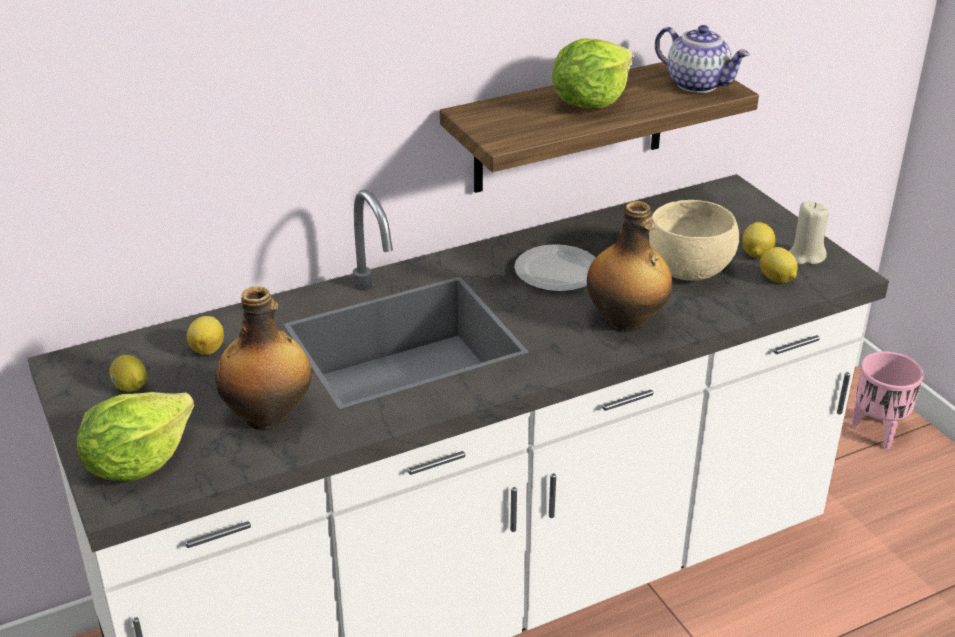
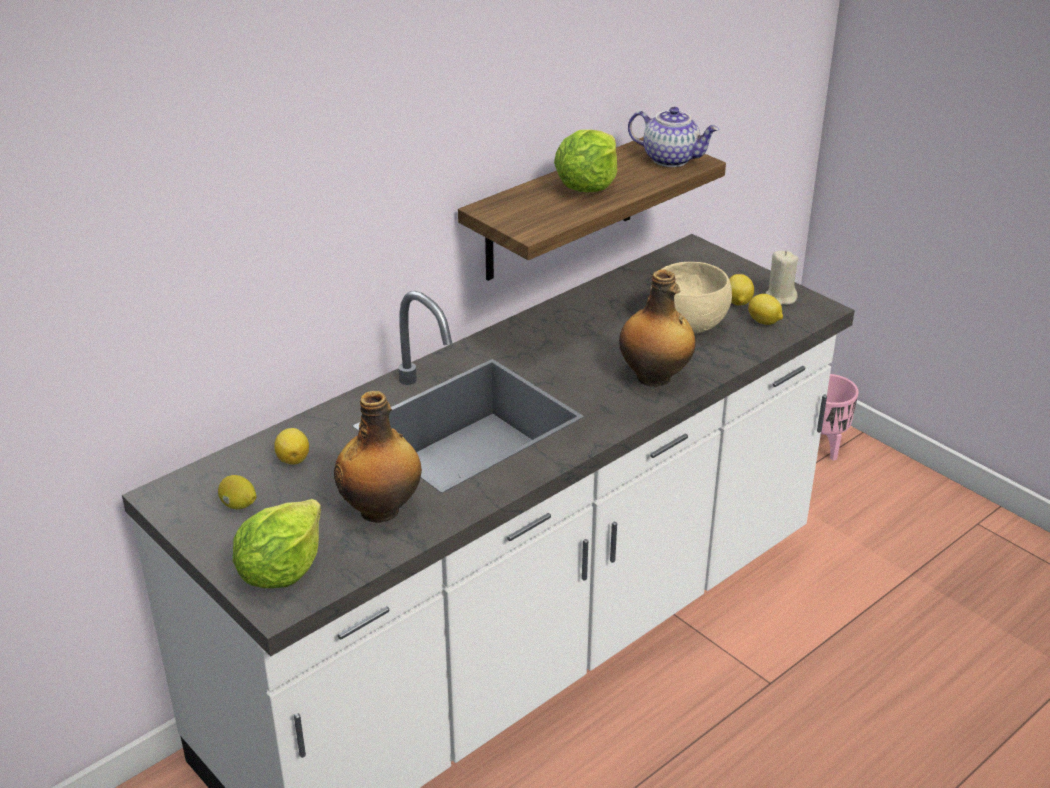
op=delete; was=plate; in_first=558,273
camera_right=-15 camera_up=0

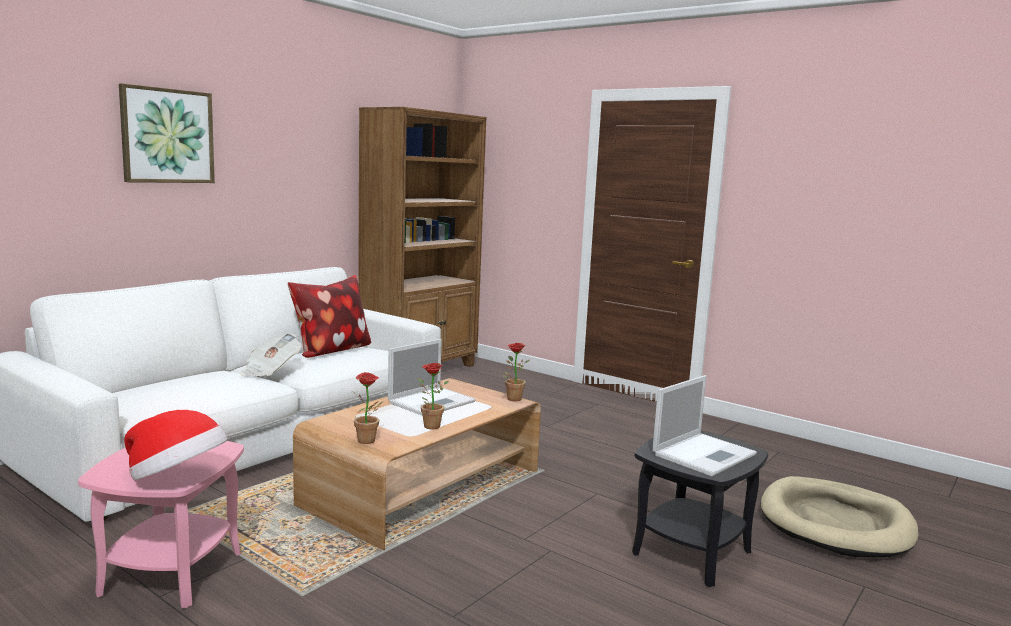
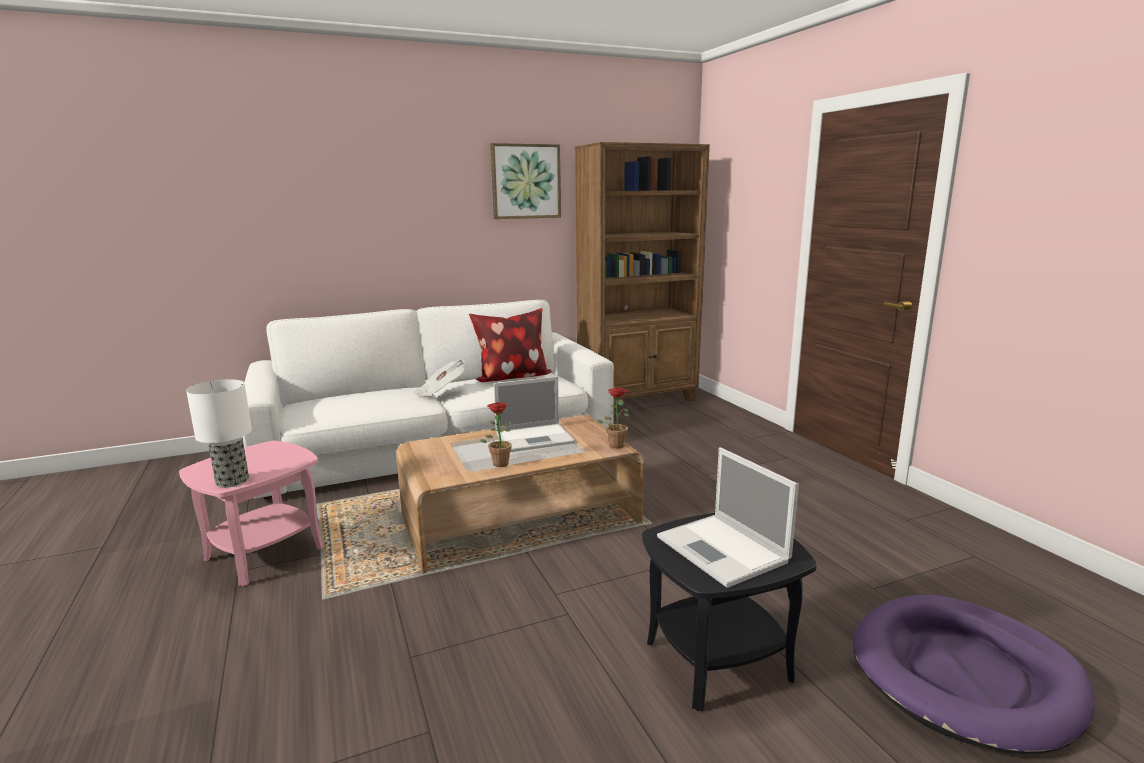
op=delete; was=potted plant; in_first=368,442
op=move; was=picture; in_first=167,136; in_second=526,181
op=replace; was=hat; now=table lamp; in_first=177,478; in_second=233,481
op=recolor; was=dog bed (beige); now=dog bed (purple); in_first=835,523; in_second=965,675
op=rotate; was=laptop; in_first=704,454; in_second=724,550; clockwise=75
camera_right=30 camera_up=5

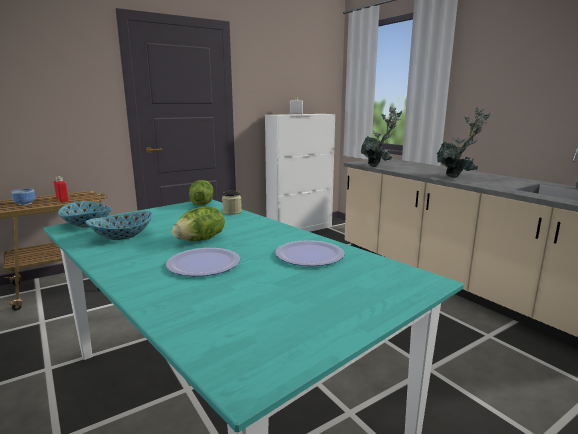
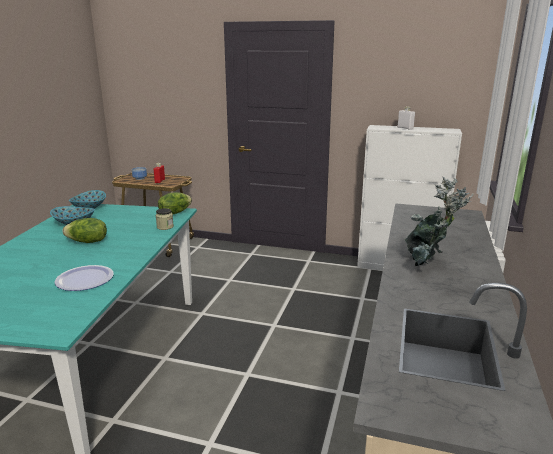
op=delete; was=plate; in_first=203,263
op=delete; was=potted plant; in_first=378,166
camera_right=50 camera_up=5

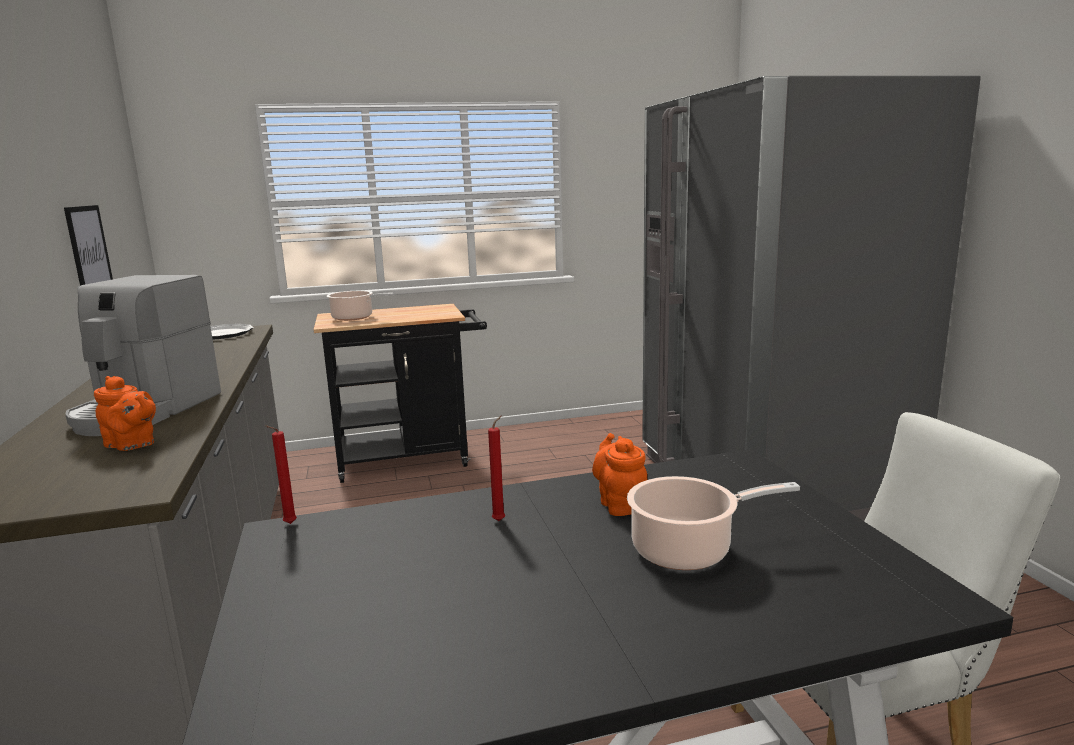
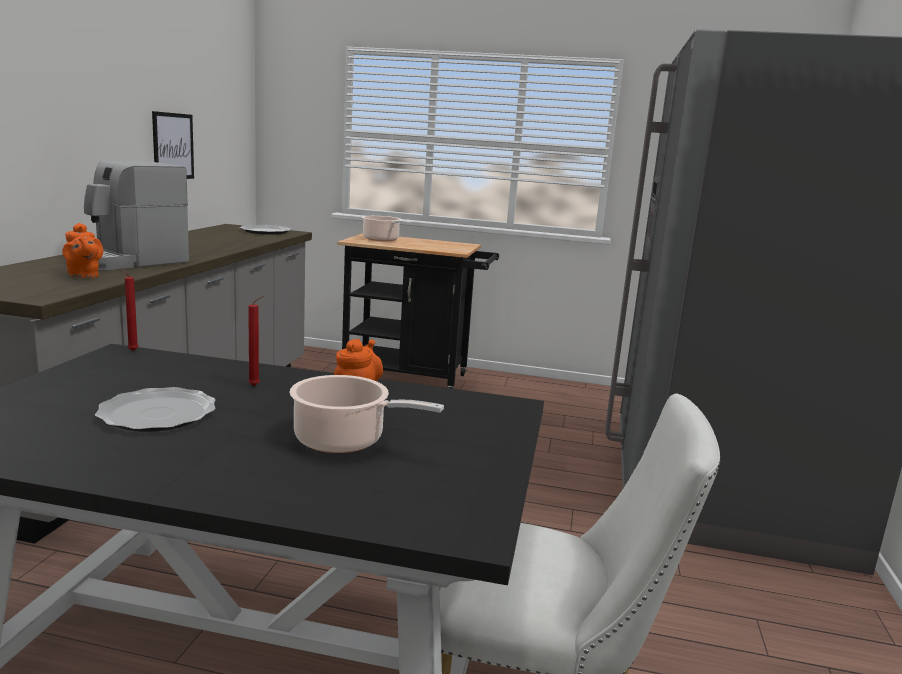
op=insert; now=plate; in_second=157,414
camera_right=25 camera_up=0

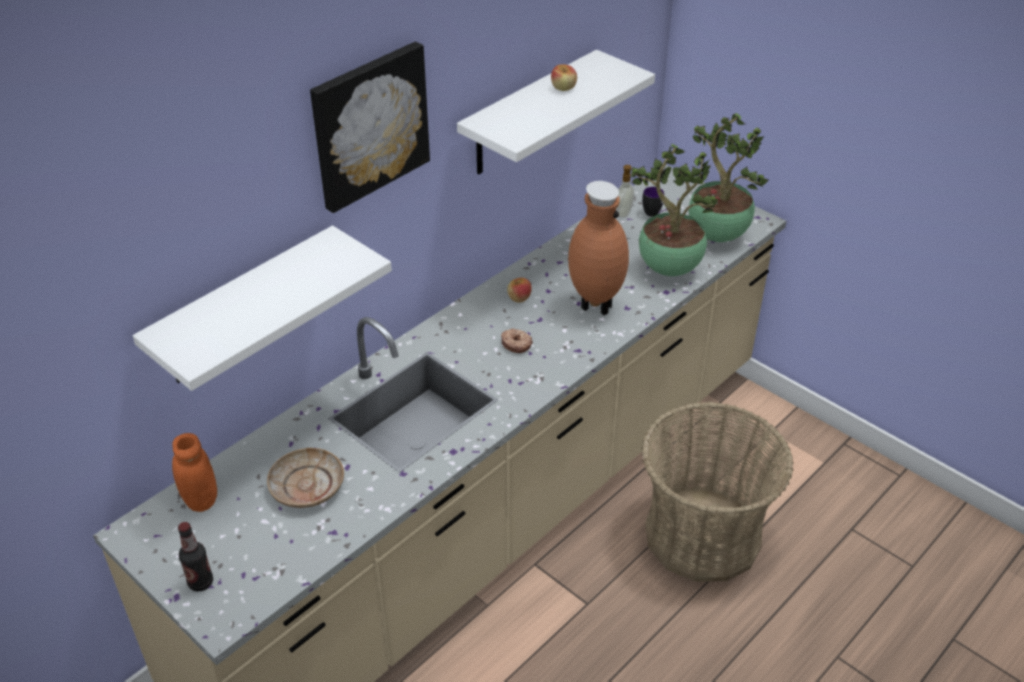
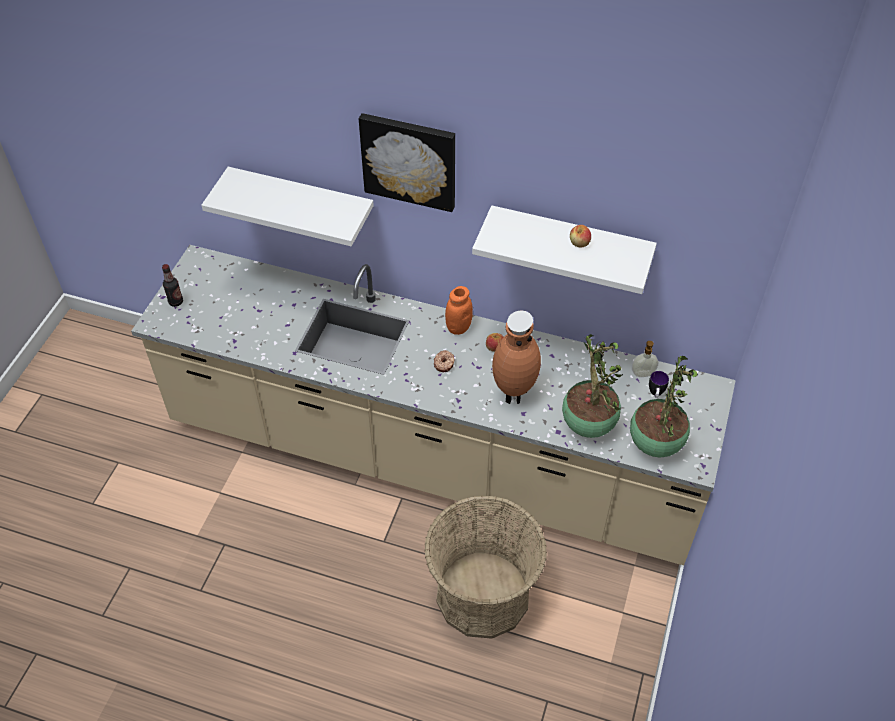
op=delete; was=plate (beige); in_first=307,486
op=move; was=jar (orange); in_first=201,500; in_second=458,327
camera_right=65 camera_up=10

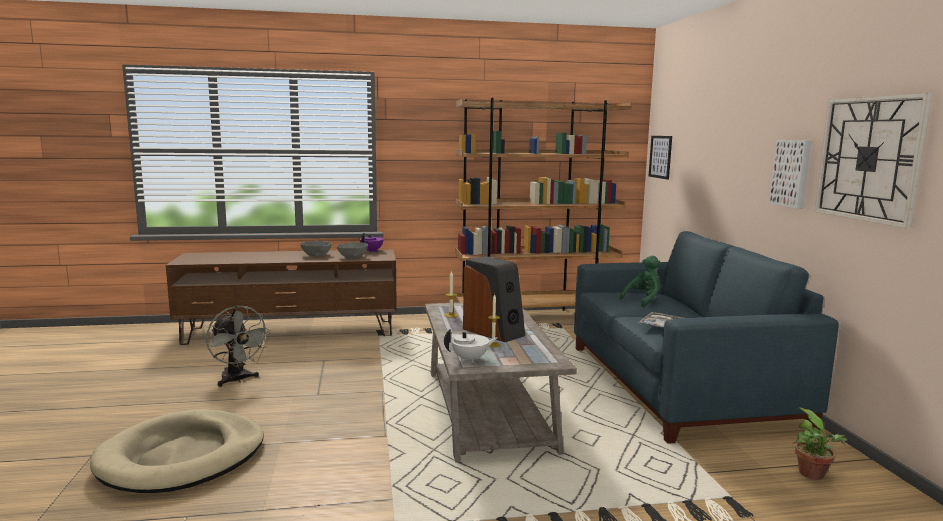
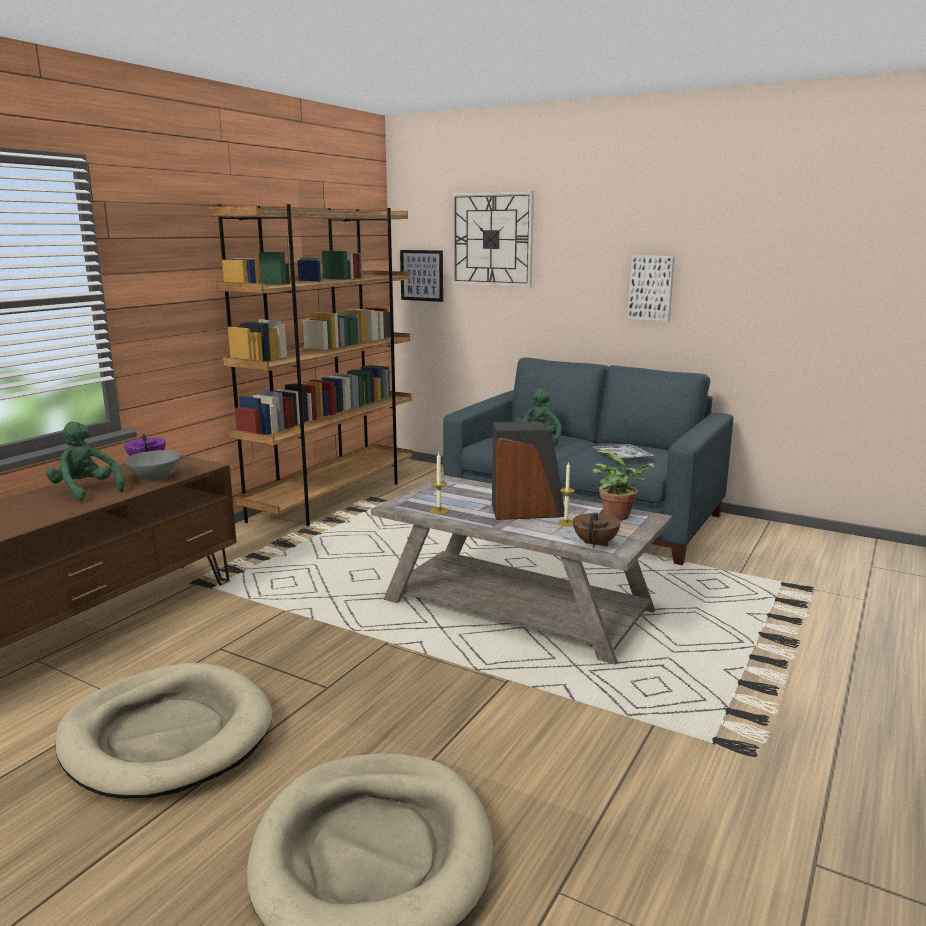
op=move; was=potted plant; in_first=814,475; in_second=620,517
op=move; was=wall clock; in_first=869,159; in_second=492,239
op=replace; was=fan (grey); now=dog bed (beige); in_first=237,380; in_second=167,736
op=replace; was=bowl (grey); now=plush toy (green); in_first=316,255; in_second=86,491
op=recolor; was=teapot (white); now=teapot (brown); in_first=470,359; in_second=595,543
camera_right=-50 camera_up=5

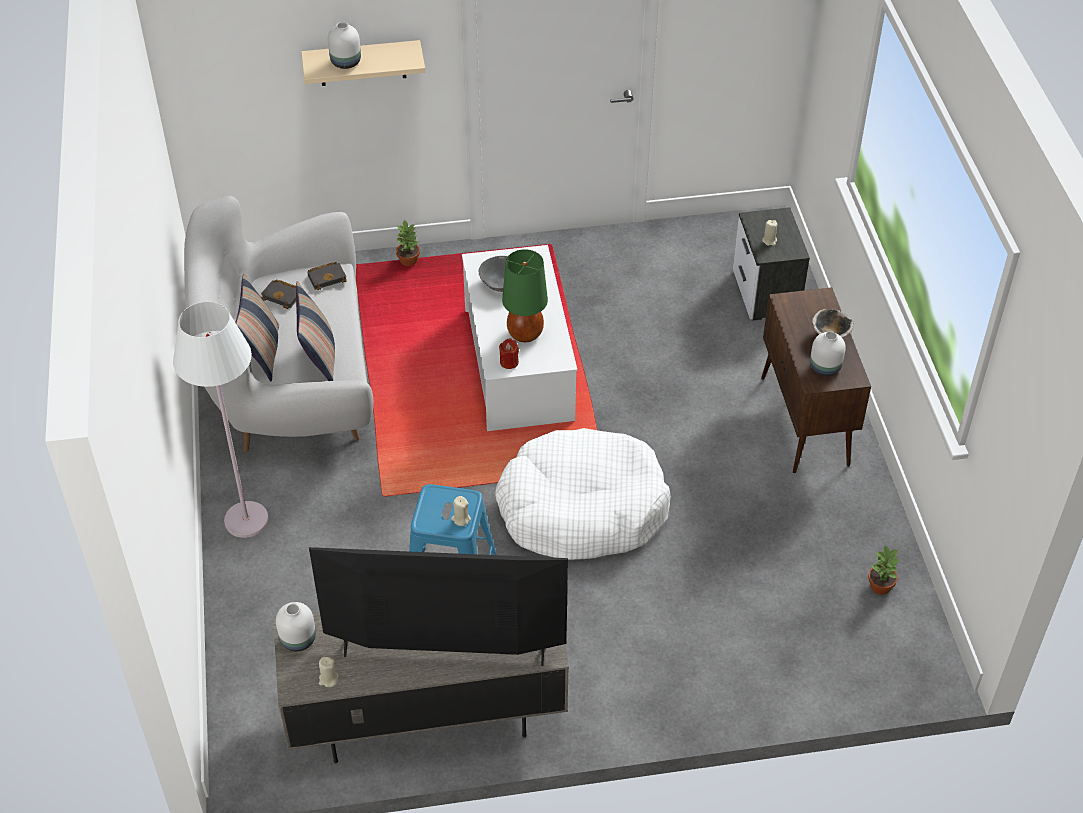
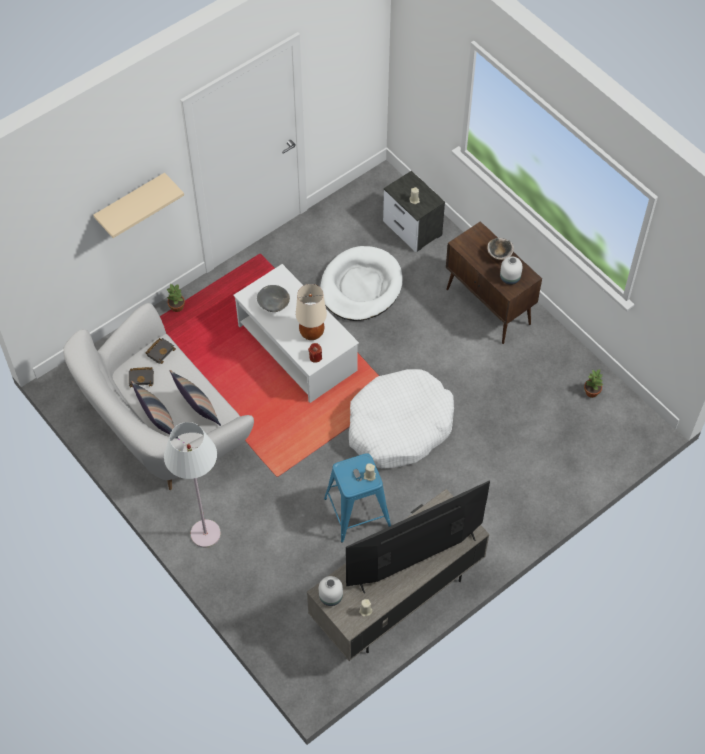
op=delete; was=vase (white); in_first=345,63
op=insert; now=dog bed (white); in_second=361,286
op=recolor; was=table lamp (green); now=table lamp (beige); in_first=525,333; in_second=311,333
camera_right=-30 camera_up=10

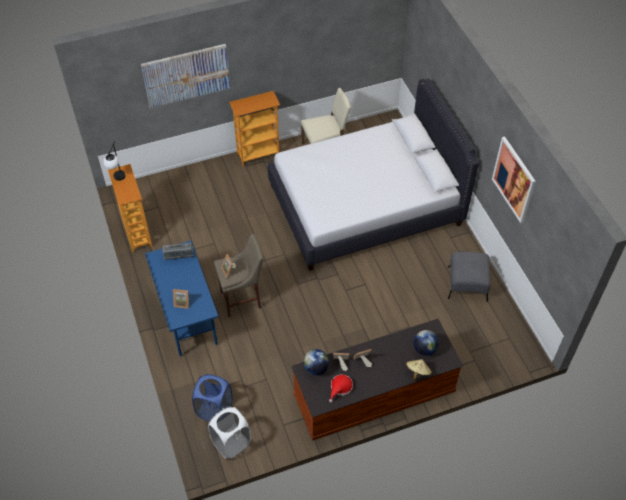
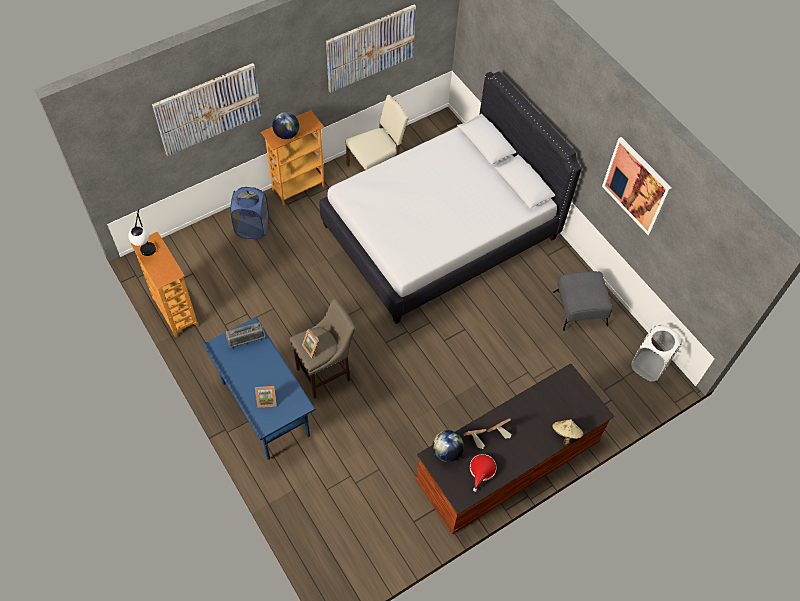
op=insert; now=picture; in_second=370,48
op=move; was=laundry basket (blue); in_first=214,410; in_second=252,228
op=move; was=laundry basket (white); in_first=231,443; in_second=649,365
op=move; was=globe; in_first=424,349; in_second=286,134
camera_right=-15 camera_up=5

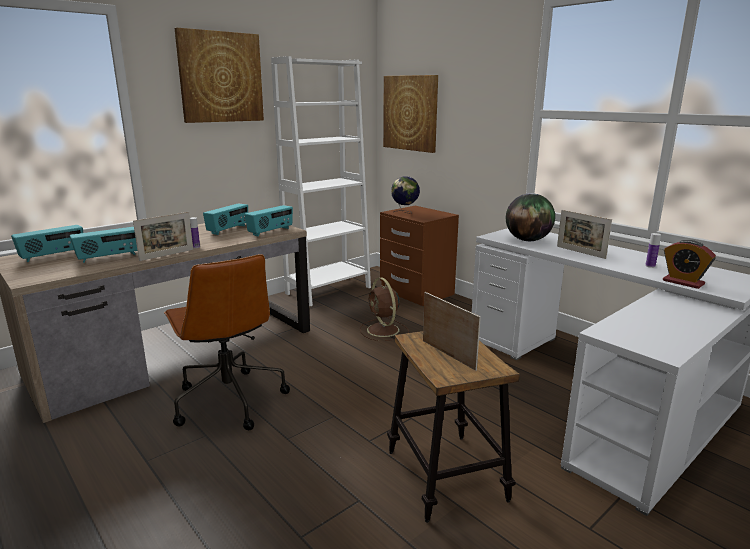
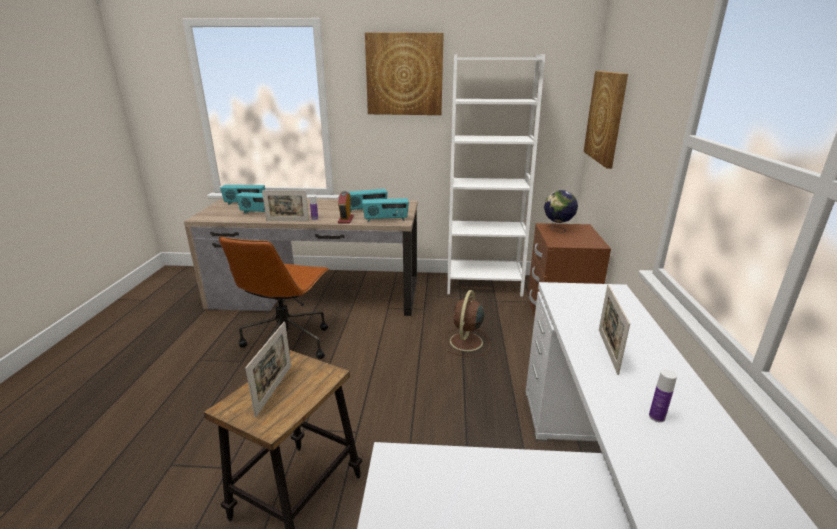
op=delete; was=globe; in_first=528,240
op=move; was=alarm clock; in_first=683,282; in_second=345,220
camera_right=45 camera_up=5

